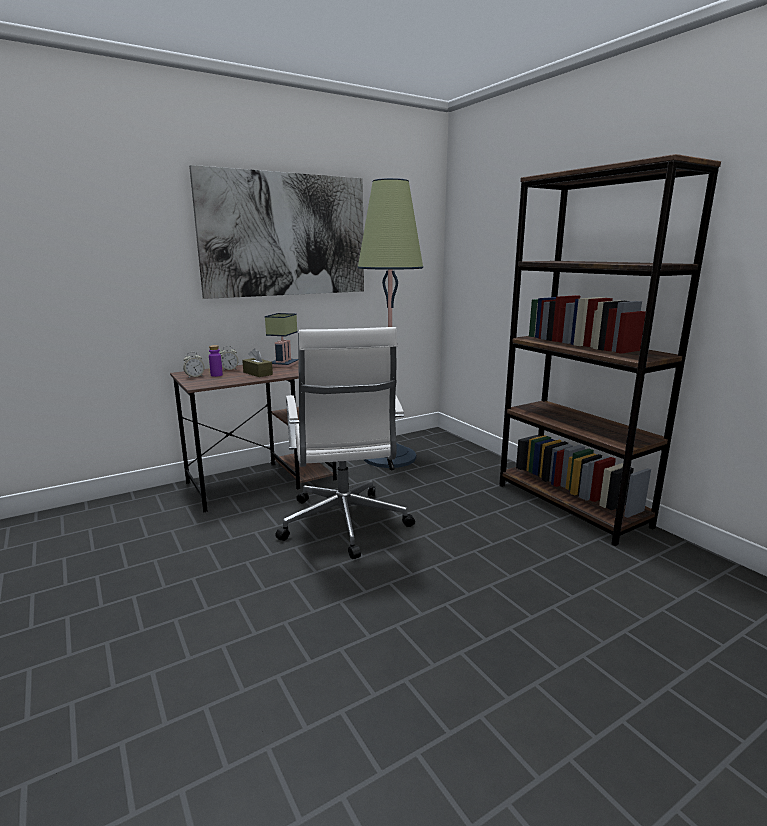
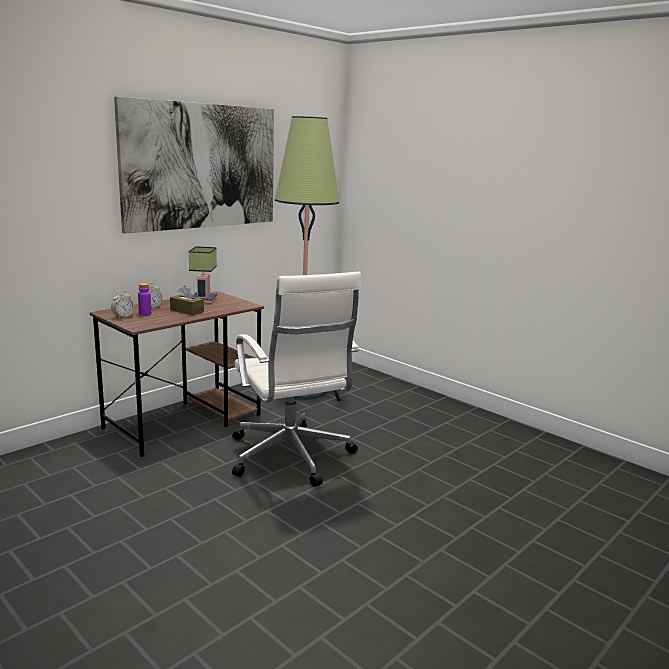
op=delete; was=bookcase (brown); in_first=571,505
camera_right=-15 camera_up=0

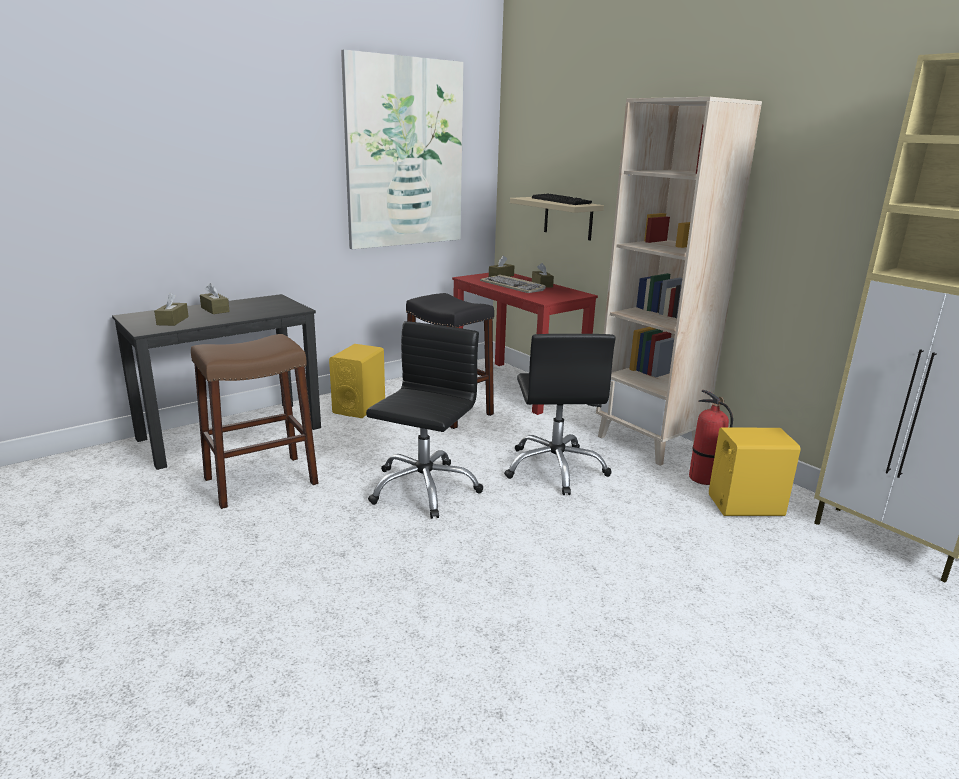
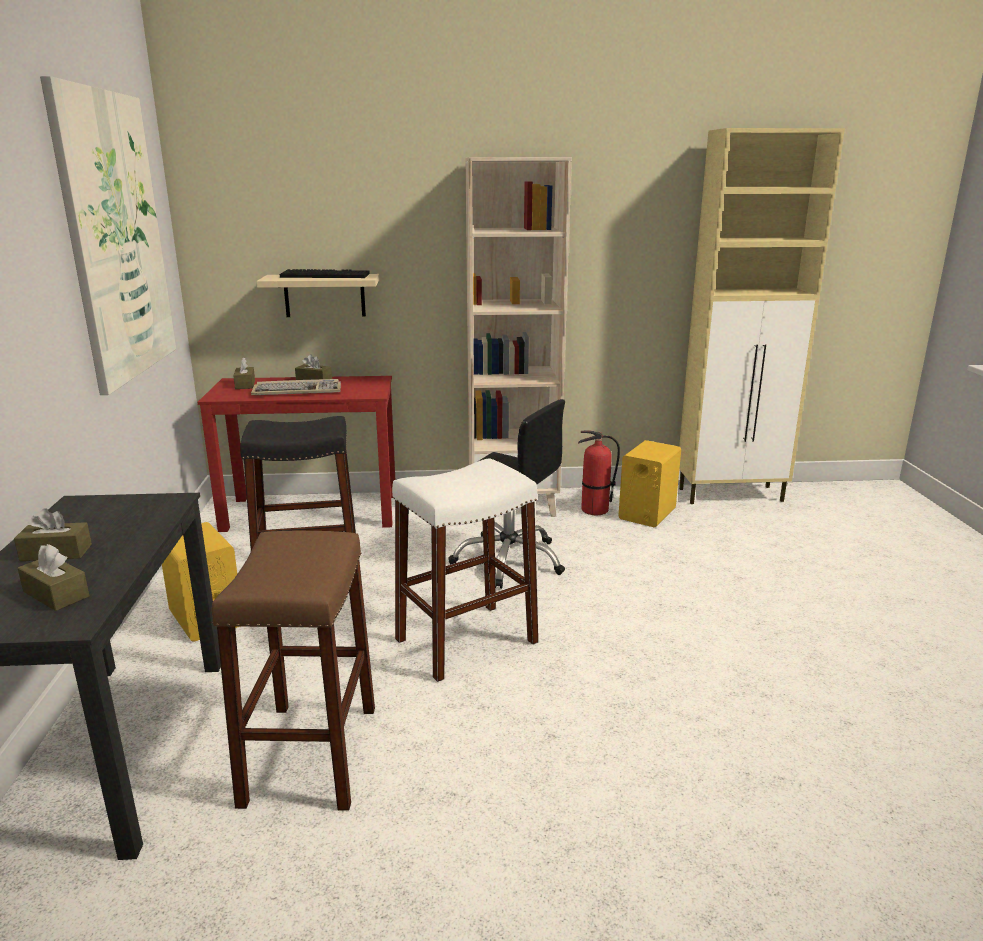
op=replace; was=office chair (black); now=stool (white); in_first=423,488; in_second=466,641
camera_right=-55 camera_up=0

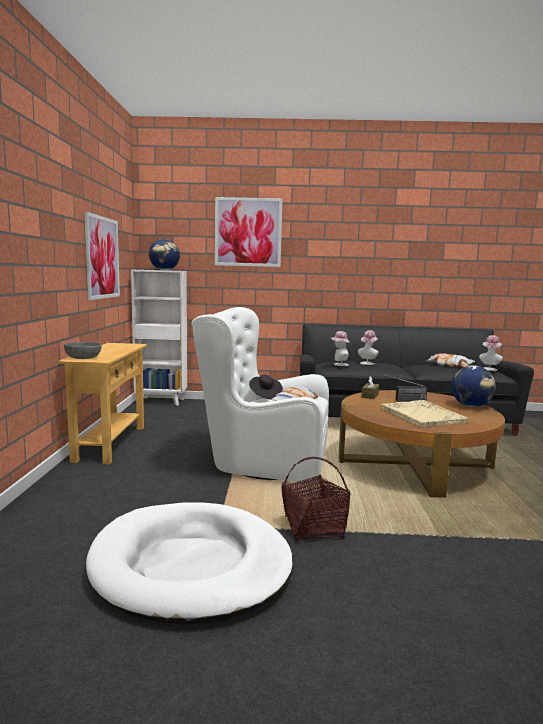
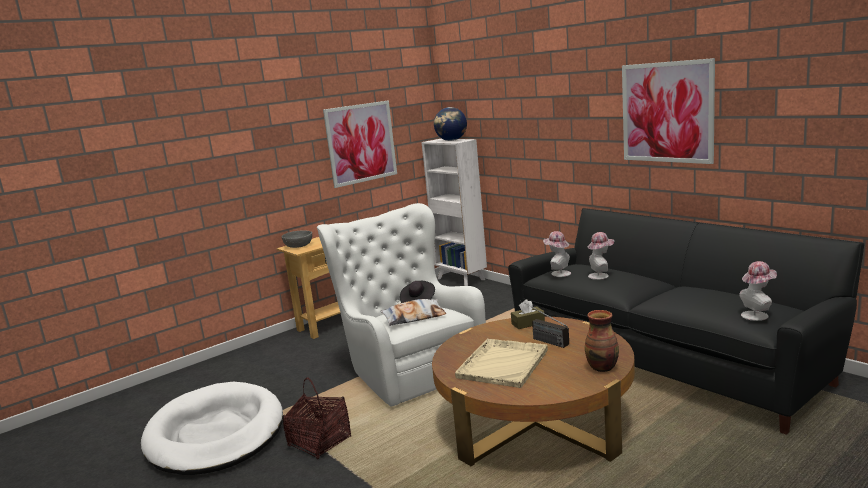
op=delete; was=pillow; in_first=449,365
op=move; was=picture; in_first=248,232; in_second=666,112
op=replace; was=globe; now=vase; in_first=471,406; in_second=603,367
camera_right=50 camera_up=5

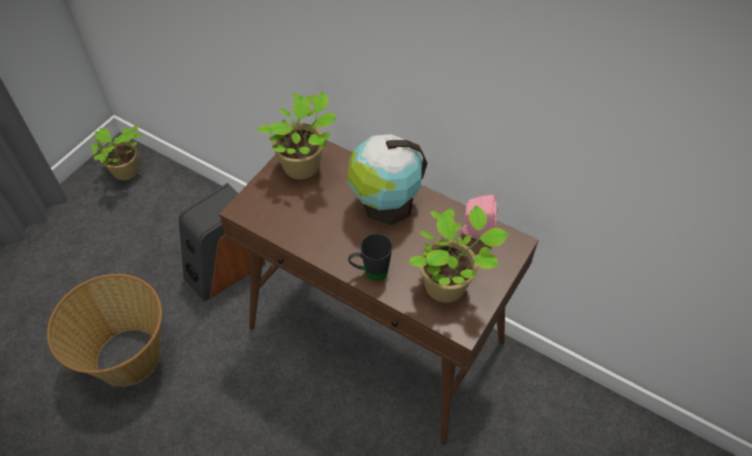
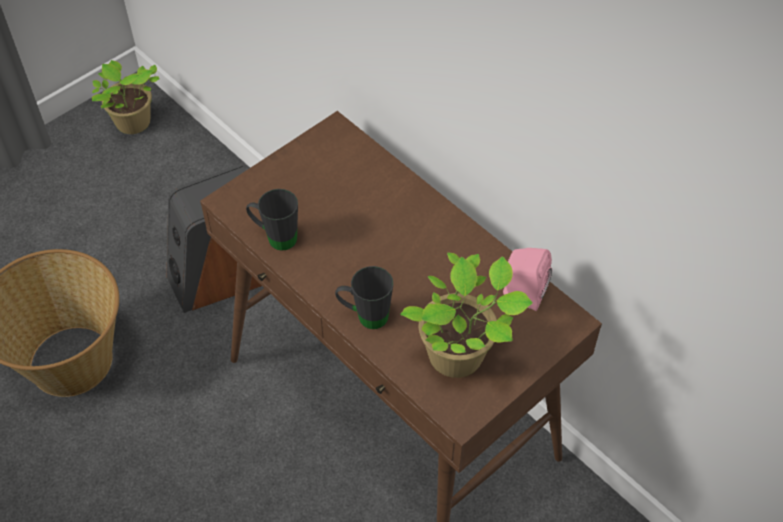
op=delete; was=potted plant; in_first=304,167
op=delete; was=globe; in_first=385,205
op=insert; now=mug (black); in_second=275,237
camera_right=15 camera_up=0

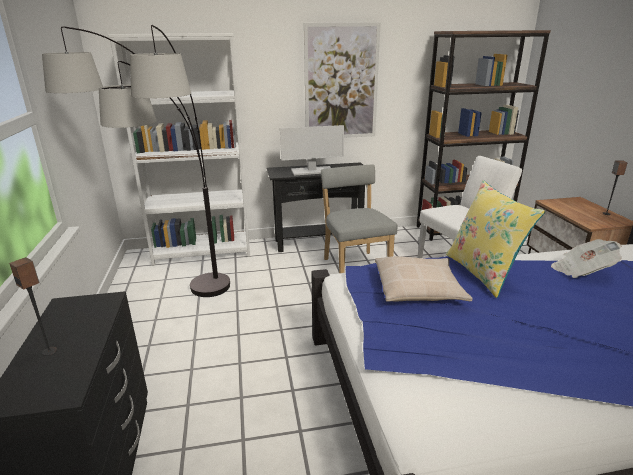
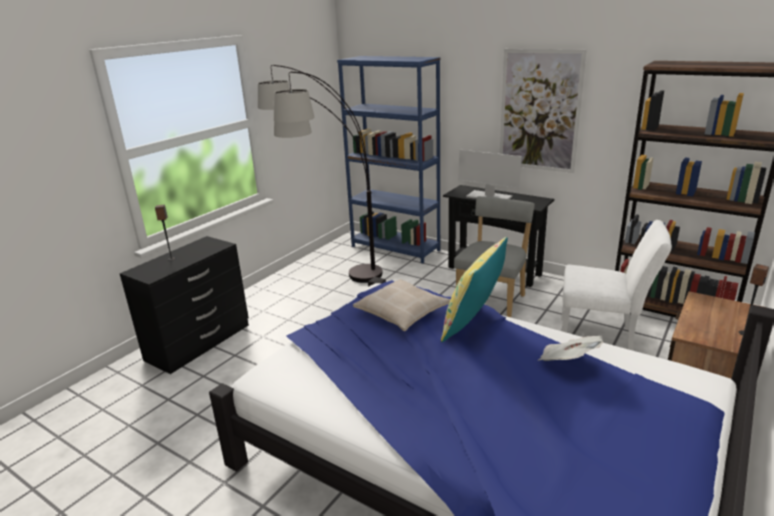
op=recolor; was=bookcase (white); now=bookcase (blue); in_first=203,252; in_second=395,248
camera_right=45 camera_up=0

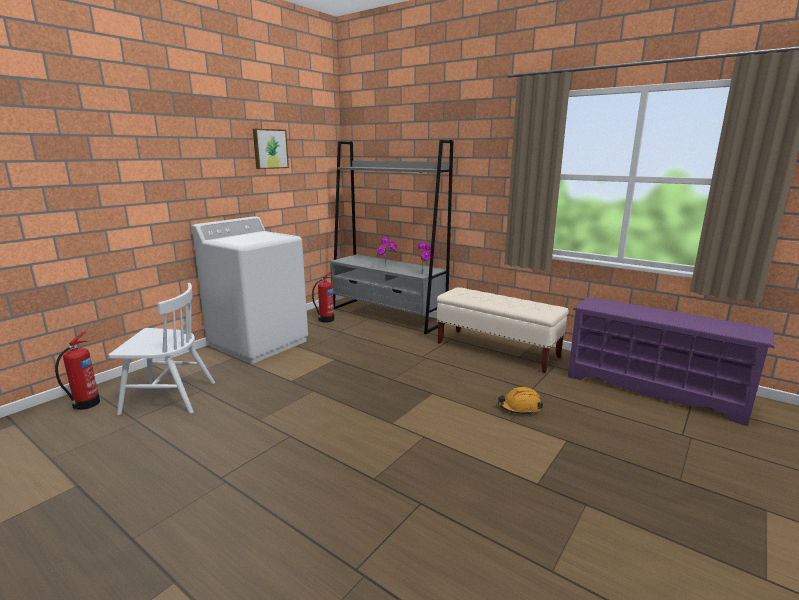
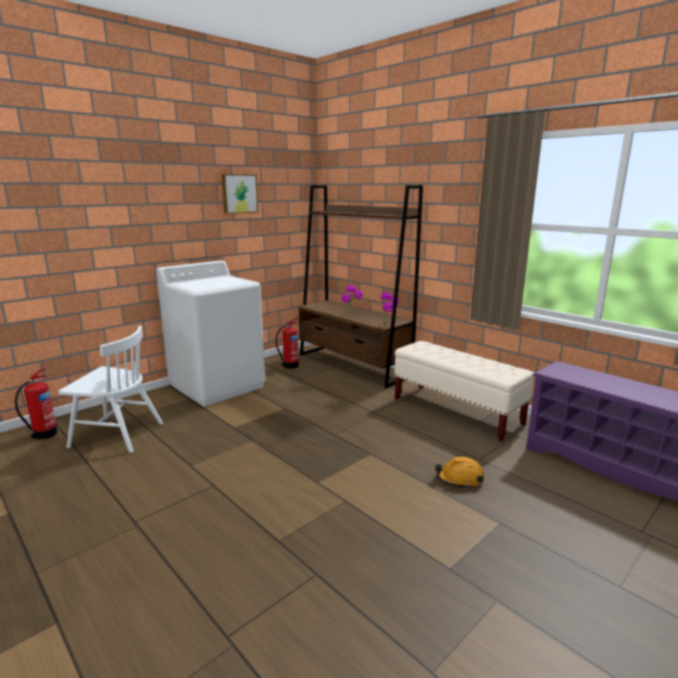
op=recolor; was=bookcase (grey); now=bookcase (brown); in_first=387,315; in_second=353,365
camera_right=10 camera_up=0

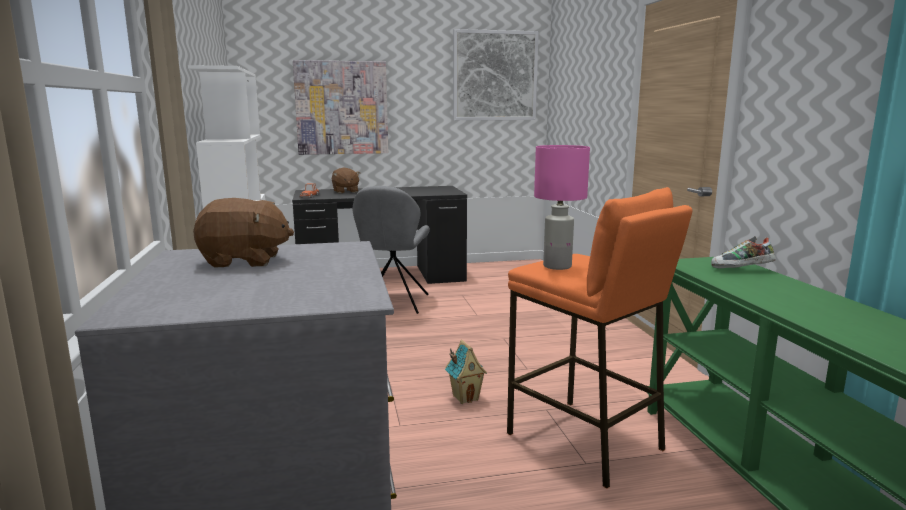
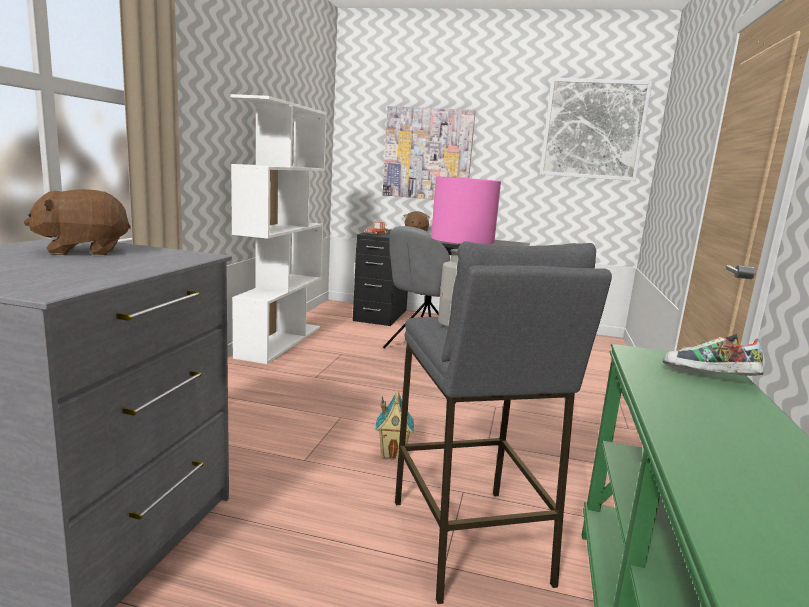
op=recolor; was=stool (orange); now=stool (grey); in_first=584,441; in_second=469,541
op=rotate; was=plush toy (brown); in_first=244,261; in_second=83,251; clockwise=135
camera_right=25 camera_up=0

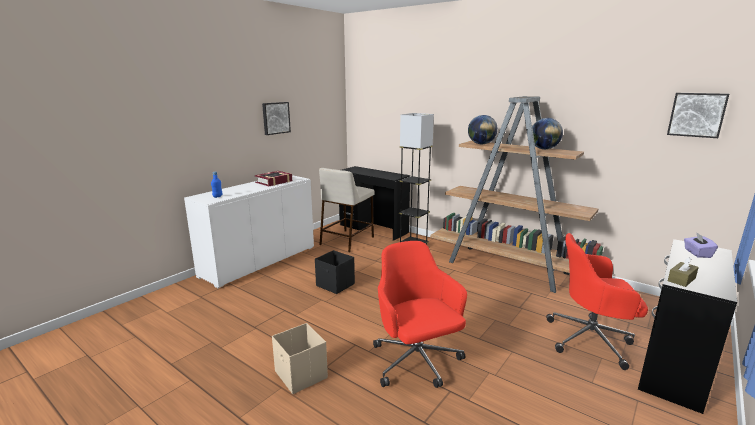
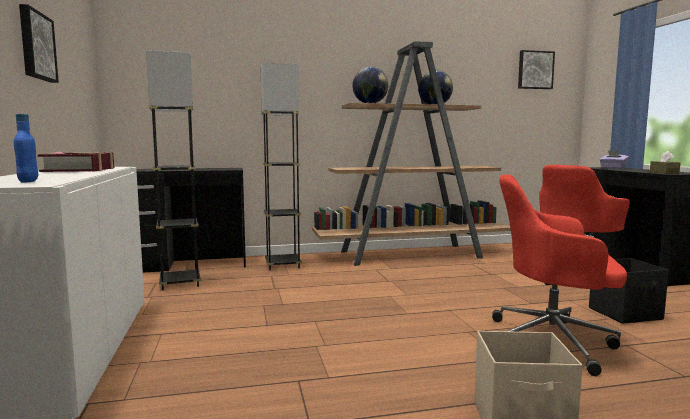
op=move; was=storage box (black); in_first=335,285; in_second=626,314
op=replace; was=stool (beige); now=floor lamp (grey); in_first=347,240; in_second=180,283
camera_right=-50 camera_up=-10

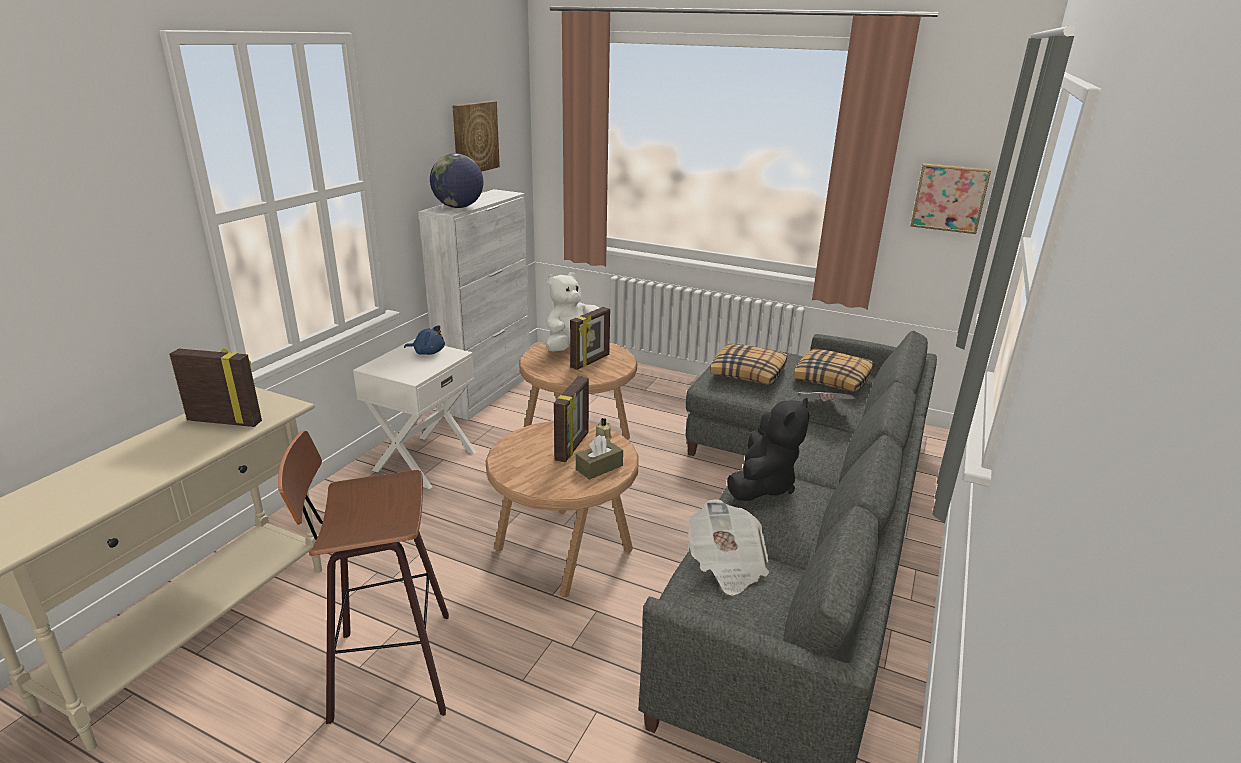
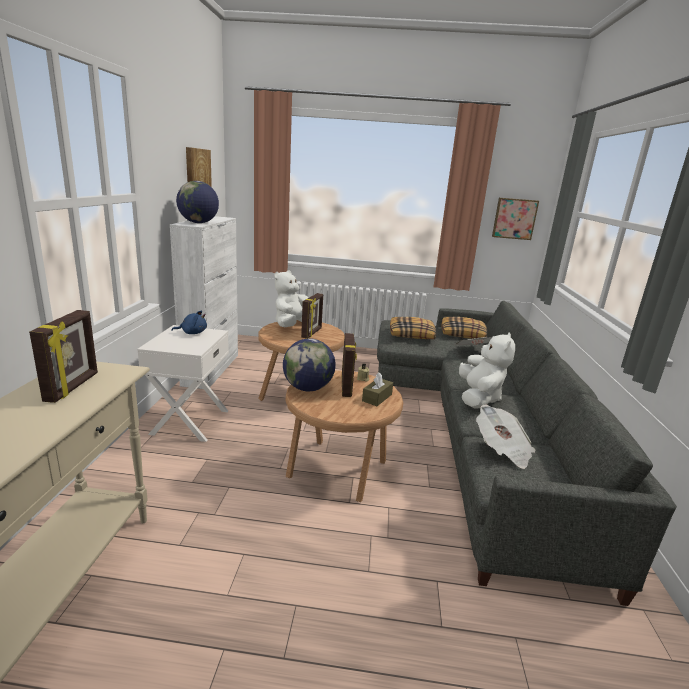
op=delete; was=stool; in_first=387,668
op=insert; now=globe; in_second=308,388
op=recolor; was=plush toy (black); now=plush toy (white); in_first=762,485; in_second=478,398
op=rotate; was=picture frame; in_first=225,421; in_second=73,387; clockwise=105
camera_right=-20 camera_up=-5

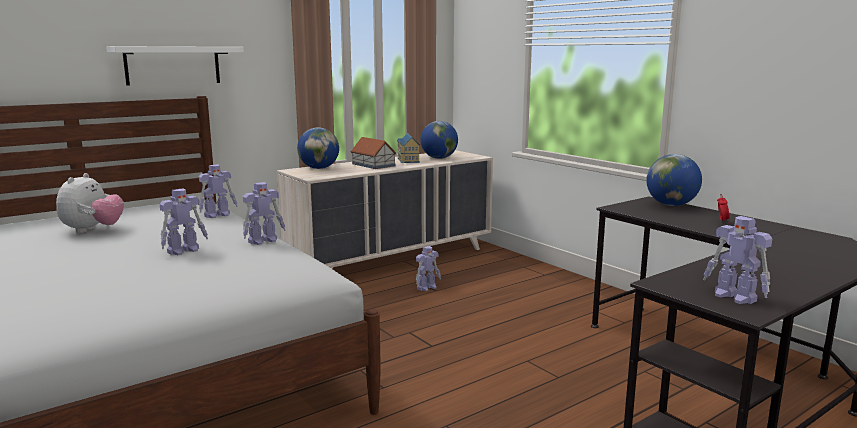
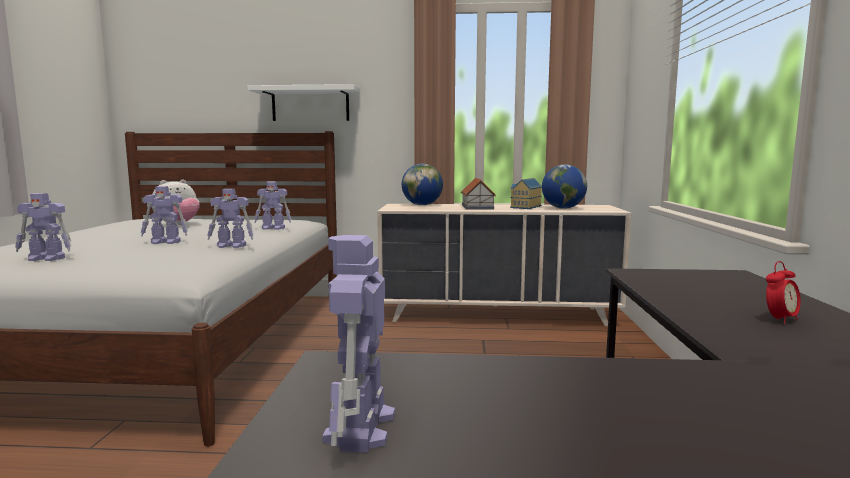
op=delete; was=globe; in_first=671,205
op=move; was=toy robot; in_first=427,287; in_second=47,259
camera_right=40 camera_up=-5

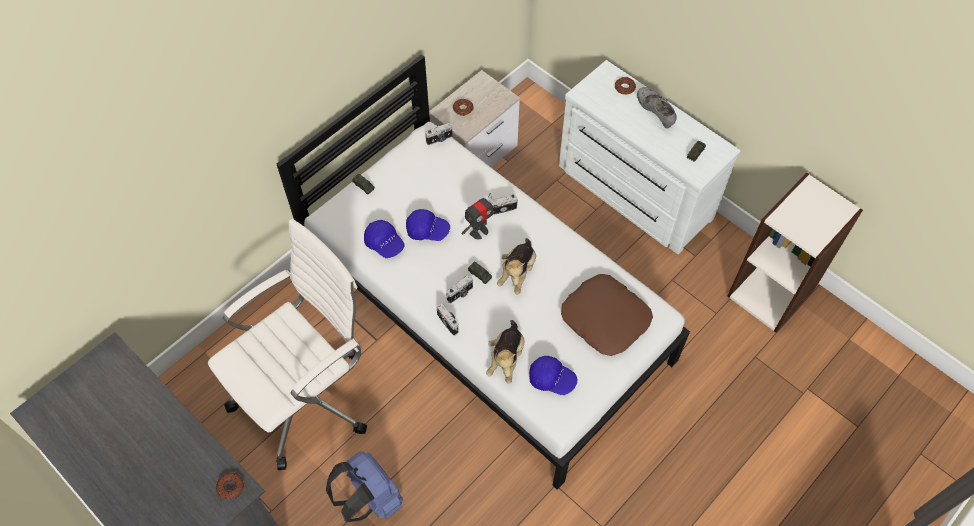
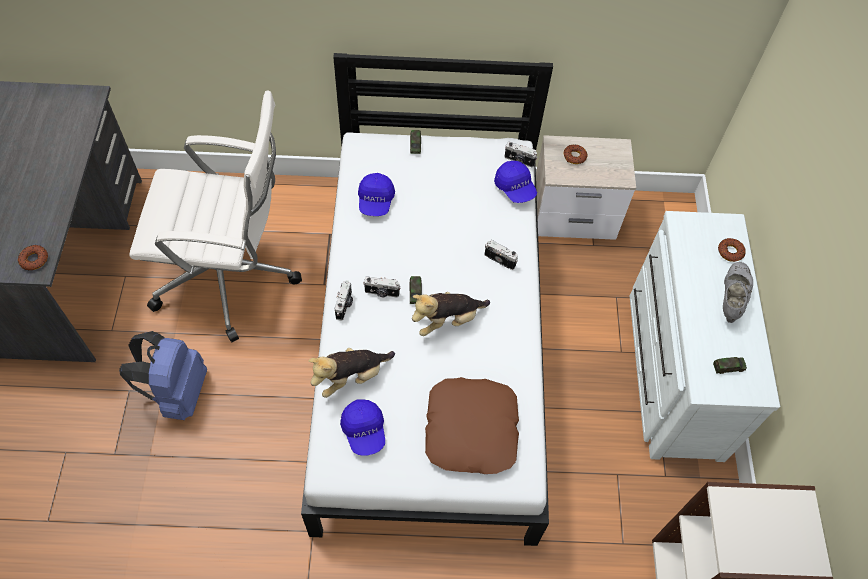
op=delete; was=toy robot; in_first=479,231
op=move; was=cap (blue); in_first=427,230; in_second=515,188
camera_right=45 camera_up=0

